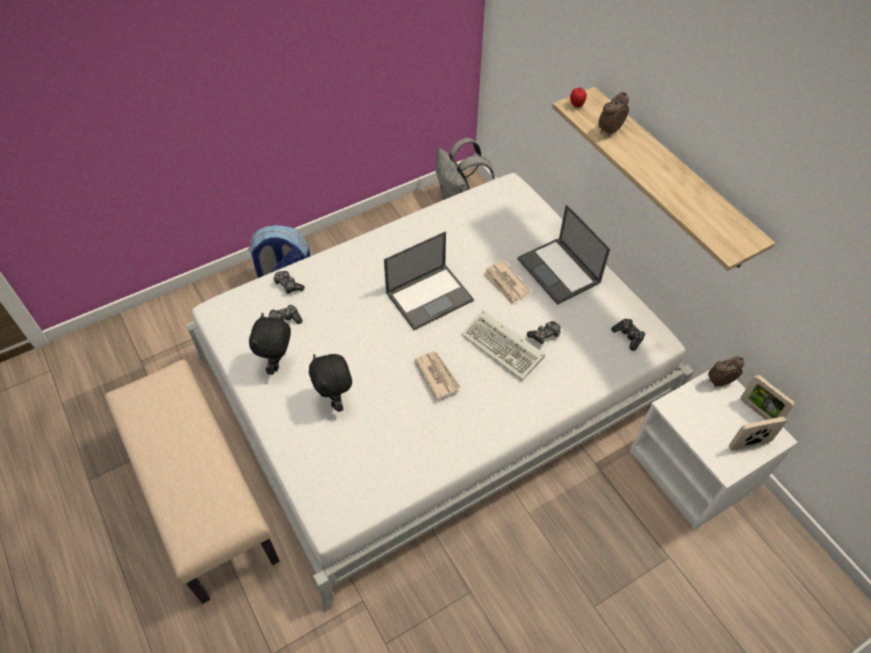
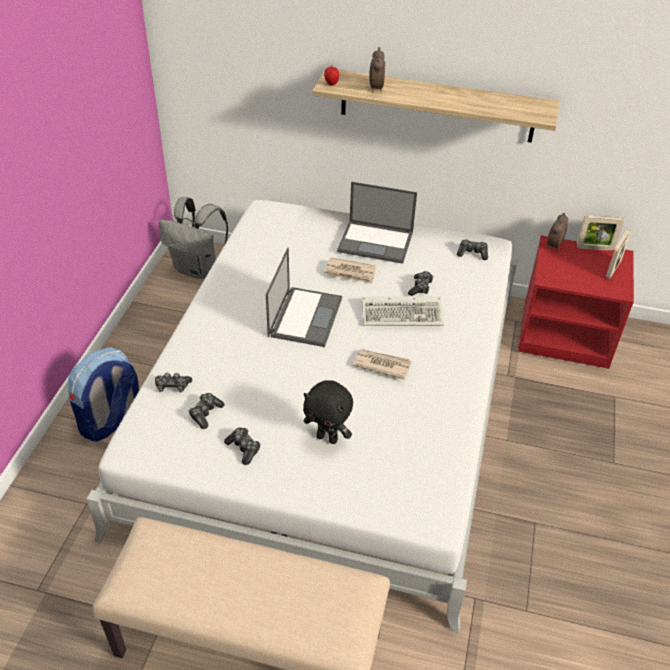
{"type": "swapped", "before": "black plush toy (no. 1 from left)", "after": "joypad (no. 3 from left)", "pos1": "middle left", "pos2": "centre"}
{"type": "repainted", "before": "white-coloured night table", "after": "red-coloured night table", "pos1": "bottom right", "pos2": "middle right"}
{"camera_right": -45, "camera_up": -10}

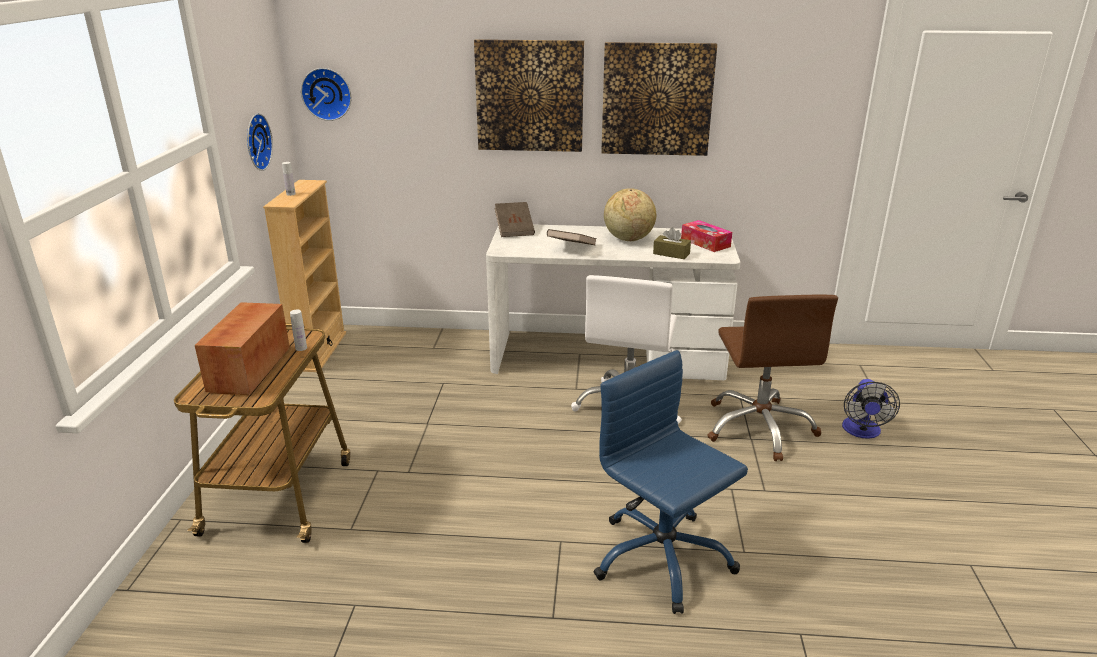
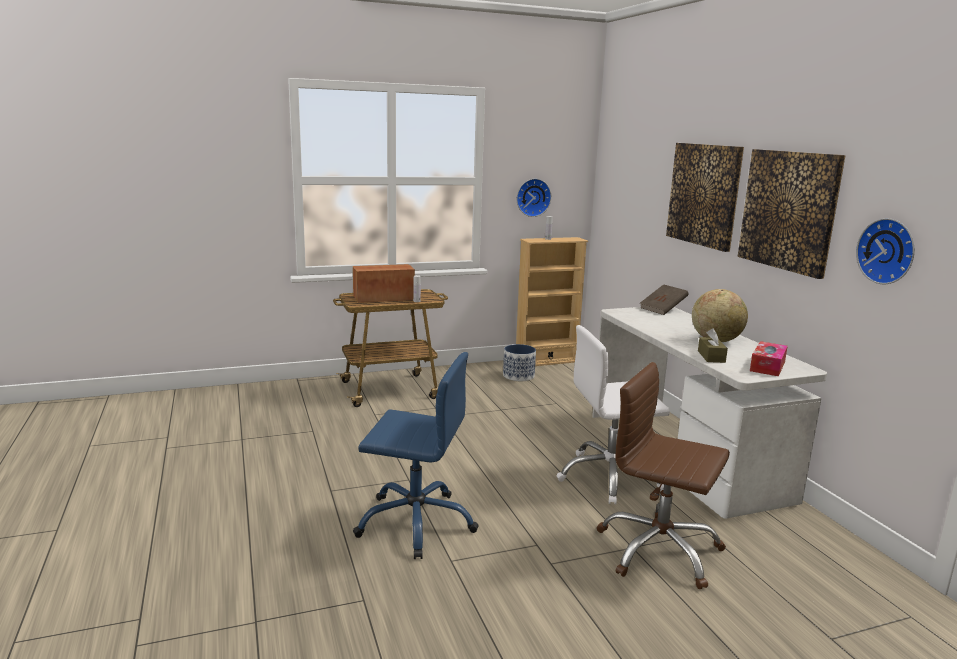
{"type": "shifted", "before": "hanging clock (no. 2 from left)", "pos1": "top left", "pos2": "middle right"}
{"type": "gone", "before": "brown-coloured book (no. 2 from left)", "pos1": "centre"}
{"type": "rotated", "before": "bluish desk chair", "pos1": "bottom centre", "pos2": "bottom centre", "turn": 75}
{"type": "rotated", "before": "brown-coloured desk chair", "pos1": "middle right", "pos2": "bottom right", "turn": 60}
{"type": "gone", "before": "fan", "pos1": "middle right"}
{"type": "new", "after": "planter", "pos2": "centre"}
{"camera_right": 65, "camera_up": -10}

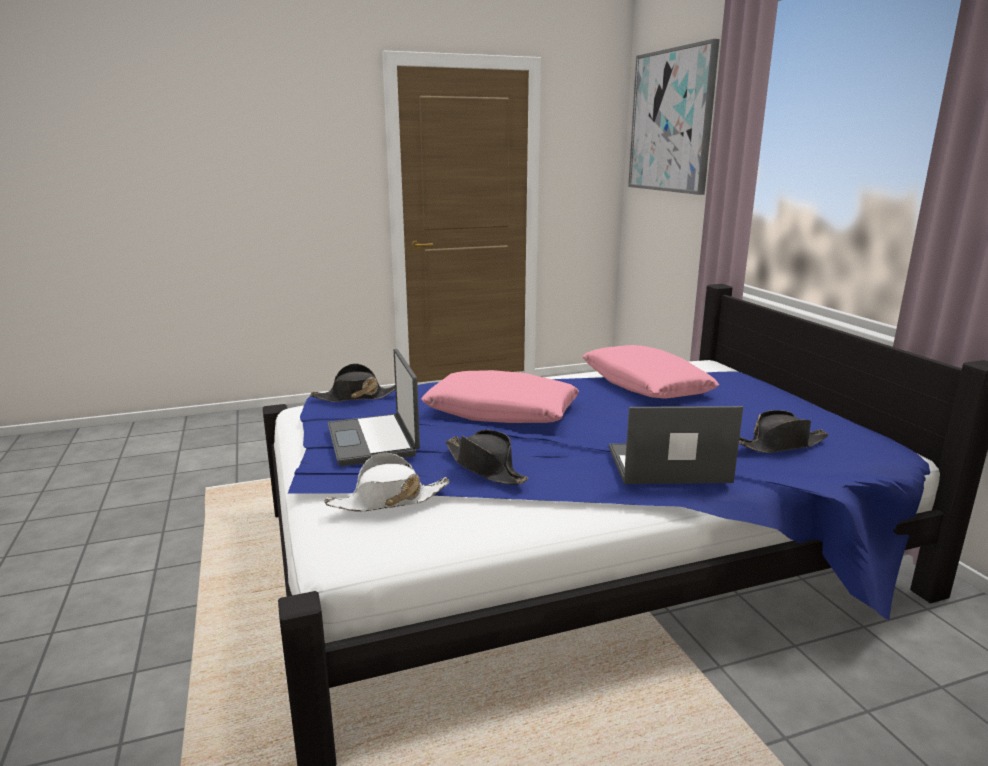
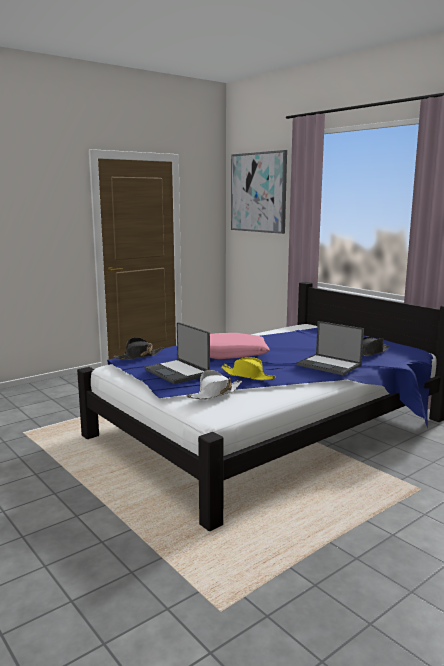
{"type": "repainted", "before": "black wearable hat (no. 2 from left)", "after": "yellowish wearable hat", "pos1": "centre", "pos2": "centre"}
{"type": "gone", "before": "pinkish cushion (no. 2 from left)", "pos1": "centre"}
{"type": "rotated", "before": "laptop (no. 2 from left)", "pos1": "middle right", "pos2": "middle right", "turn": -120}
{"camera_right": -20, "camera_up": -5}

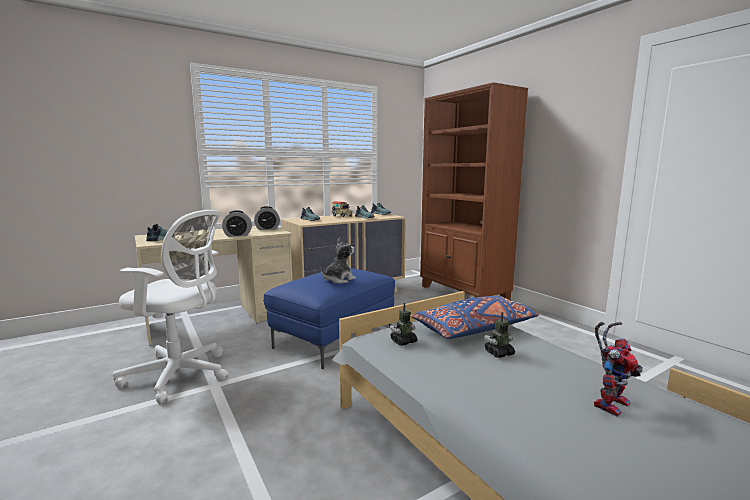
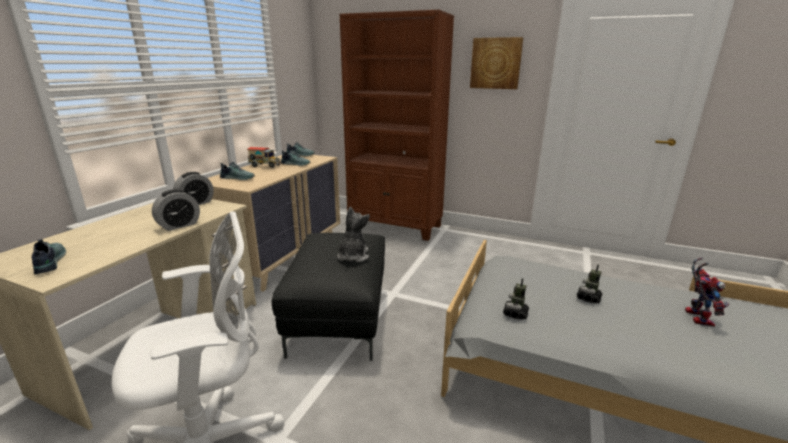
{"type": "repainted", "before": "bluish footrest", "after": "black footrest", "pos1": "centre", "pos2": "bottom centre"}
{"type": "gone", "before": "bluish cushion", "pos1": "centre"}
{"type": "new", "after": "wall picture", "pos2": "top centre"}
{"camera_right": -35, "camera_up": 10}

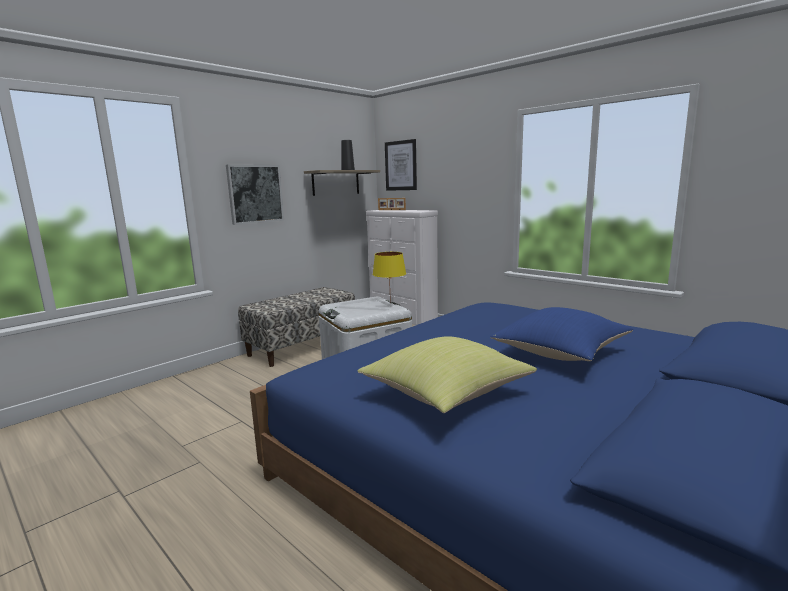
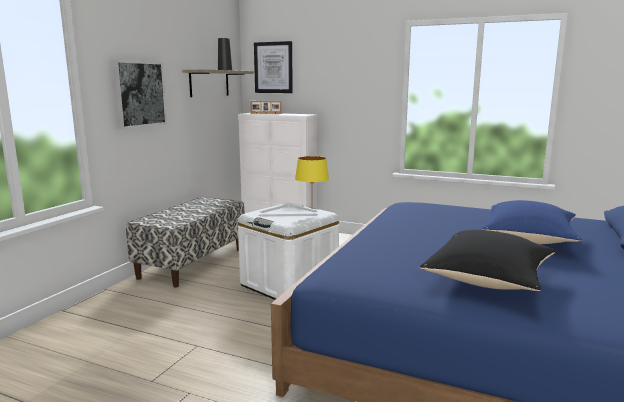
{"type": "repainted", "before": "yellowish cushion", "after": "black cushion", "pos1": "centre", "pos2": "middle right"}
{"camera_right": -20, "camera_up": 0}

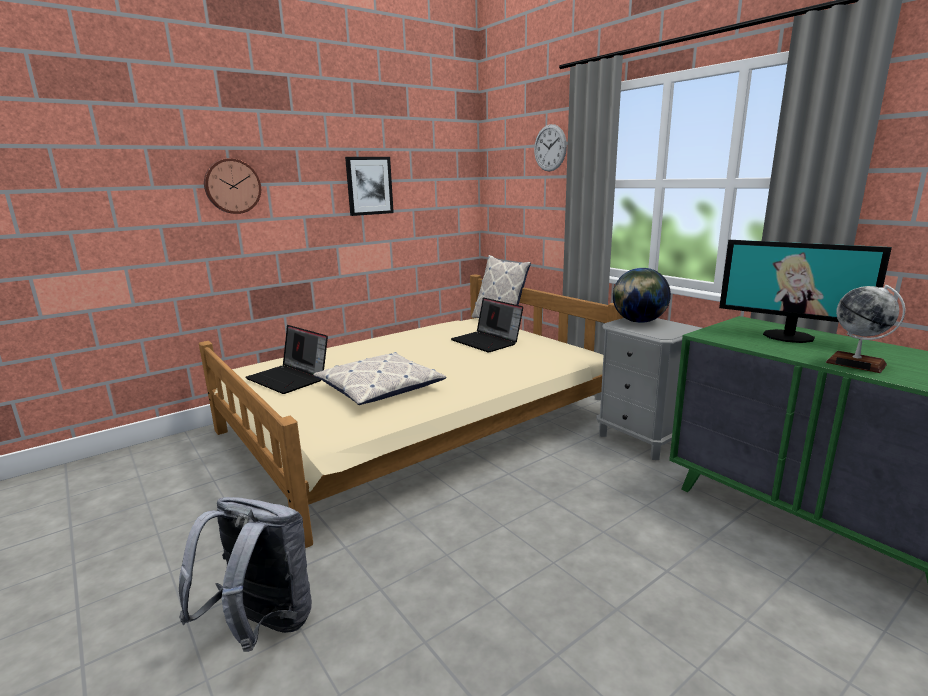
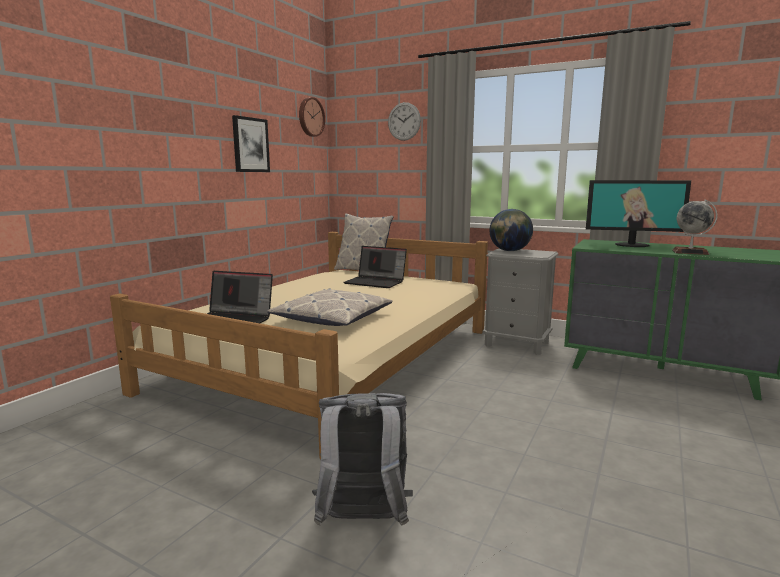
{"type": "shifted", "before": "hanging clock (no. 1 from left)", "pos1": "top left", "pos2": "top centre"}
{"camera_right": -25, "camera_up": -5}

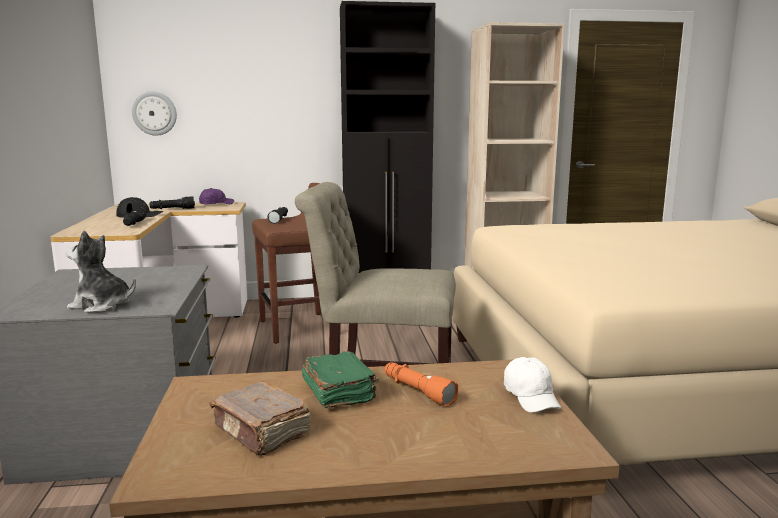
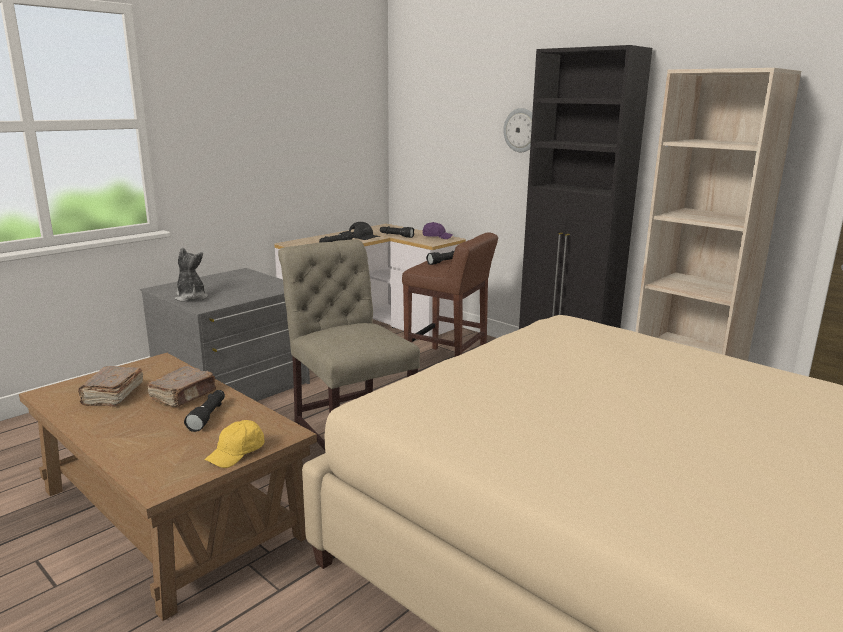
{"type": "shifted", "before": "hanging clock", "pos1": "top left", "pos2": "top centre"}
{"type": "repainted", "before": "green book", "after": "brown-coloured book (no. 2 from left)", "pos1": "bottom centre", "pos2": "middle left"}
{"type": "repainted", "before": "orange flashlight", "after": "black flashlight (no. 1 from left)", "pos1": "bottom centre", "pos2": "middle left"}
{"type": "repainted", "before": "white-coloured peaked cap", "after": "yellowish peaked cap", "pos1": "bottom right", "pos2": "bottom left"}
{"camera_right": 50, "camera_up": 5}

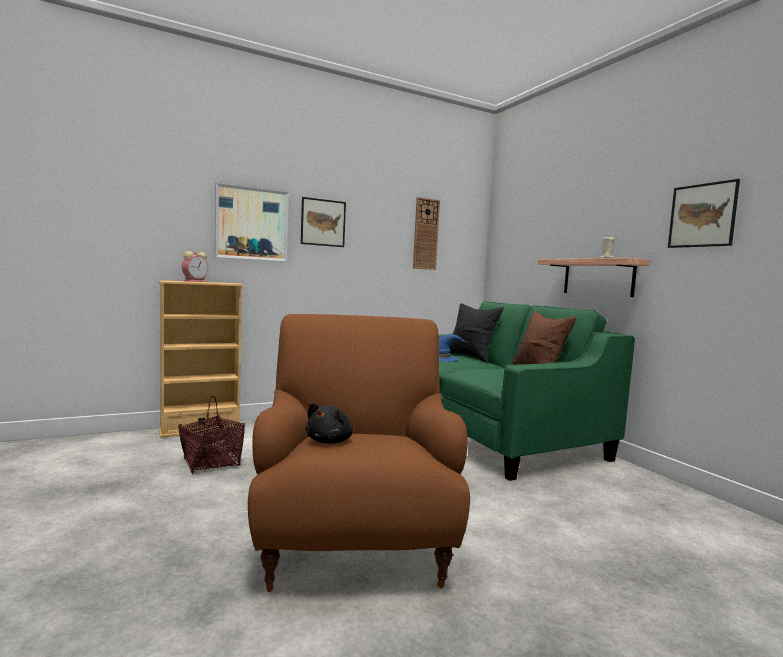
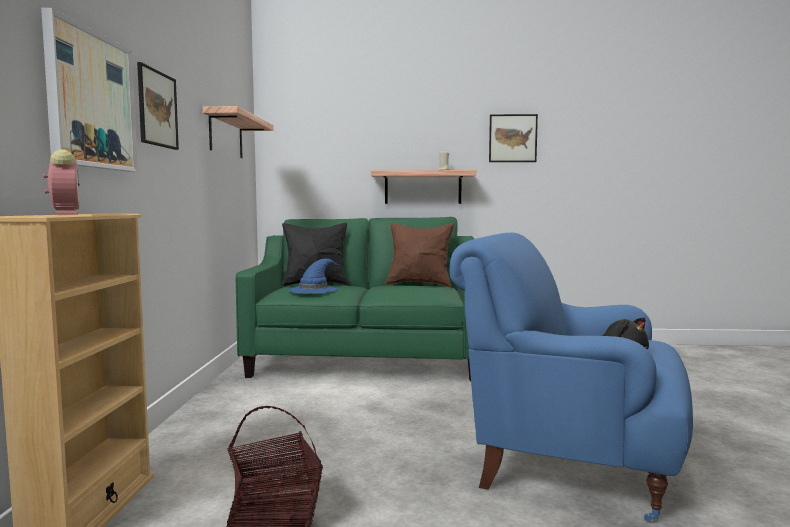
{"type": "repainted", "before": "brown-coloured armchair", "after": "bluish armchair", "pos1": "bottom centre", "pos2": "bottom right"}
{"type": "swapped", "before": "hanging clock", "after": "wall shelf (no. 1 from left)", "pos1": "centre", "pos2": "top left"}
{"camera_right": -60, "camera_up": 0}

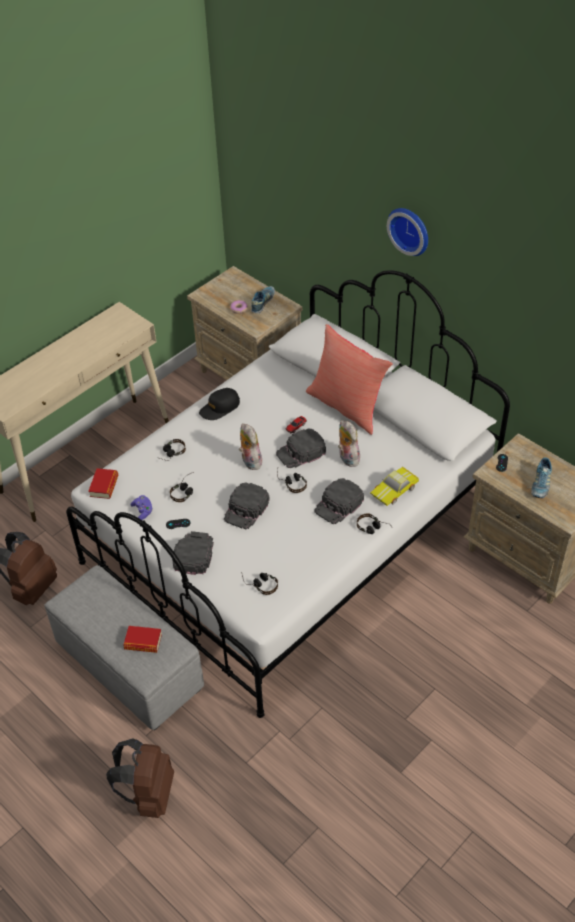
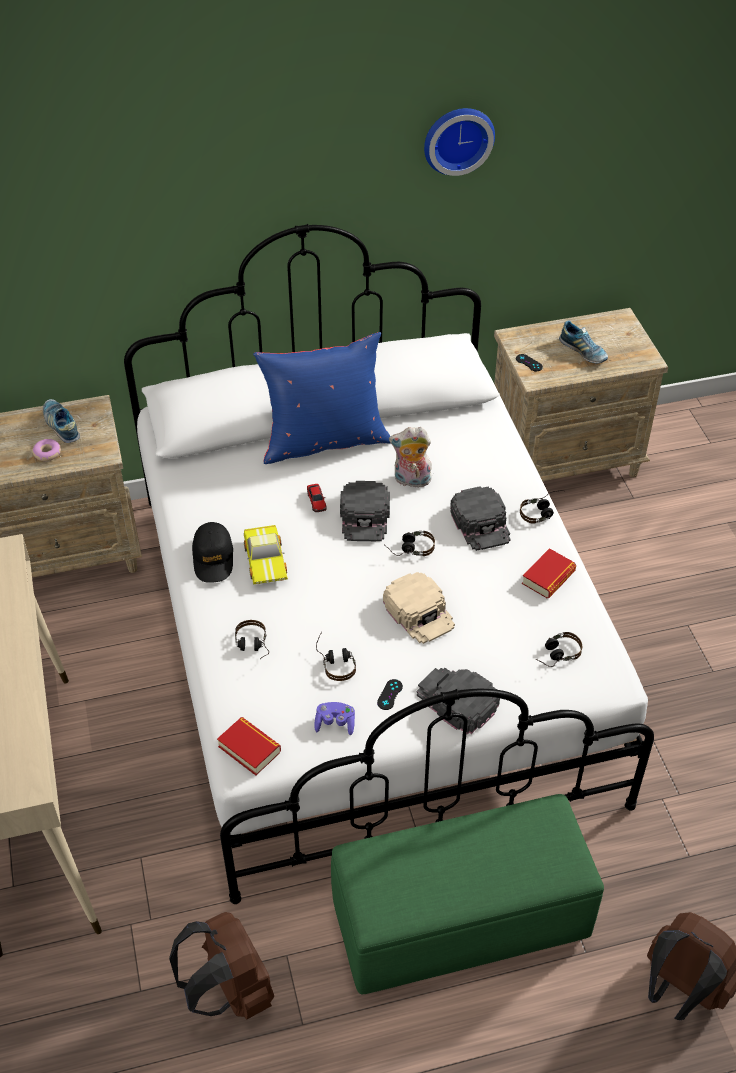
{"type": "repainted", "before": "greyish footrest", "after": "green footrest", "pos1": "bottom left", "pos2": "bottom centre"}
{"type": "shifted", "before": "book (no. 2 from left)", "pos1": "bottom left", "pos2": "middle right"}
{"type": "repainted", "before": "black peaked cap (no. 3 from left)", "after": "sand-coloured peaked cap", "pos1": "centre", "pos2": "centre"}
{"type": "gone", "before": "plush toy (no. 1 from left)", "pos1": "centre"}
{"type": "repainted", "before": "red-coloured cushion", "after": "bluish cushion", "pos1": "centre", "pos2": "centre"}
{"type": "shifted", "before": "toy car (no. 2 from left in the first image)", "after": "toy car (no. 1 from left)", "pos1": "middle right", "pos2": "centre"}
{"type": "shifted", "before": "hanging clock", "pos1": "top right", "pos2": "top centre"}
{"camera_right": -60, "camera_up": 0}

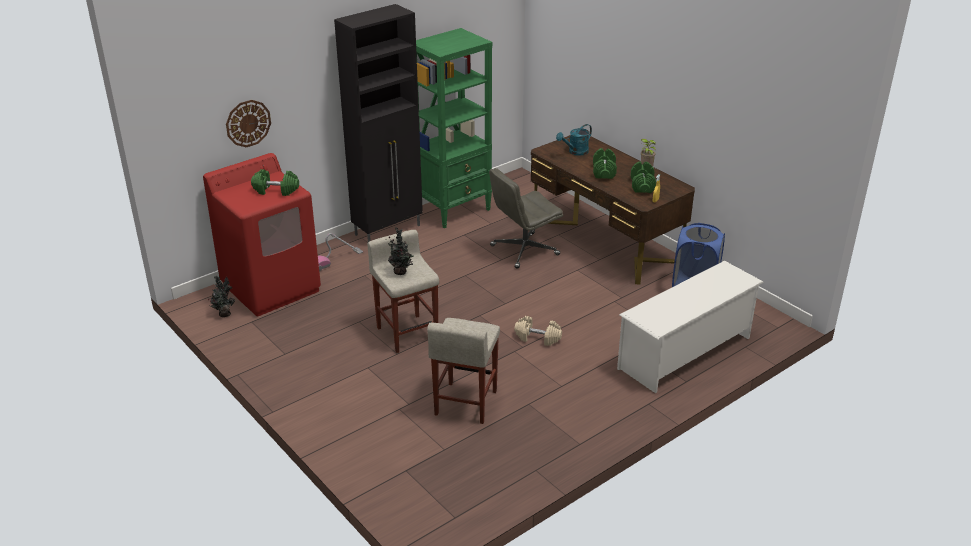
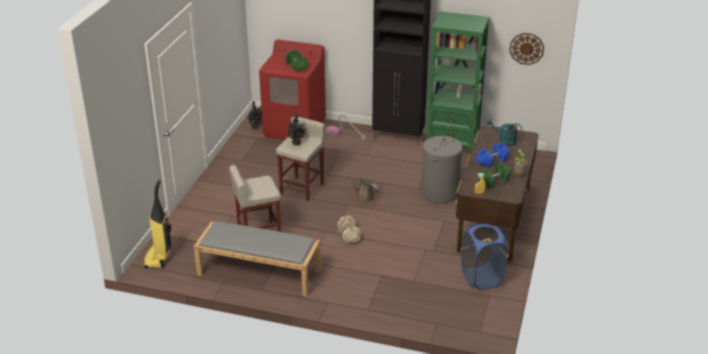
{"type": "shifted", "before": "hanging clock", "pos1": "top left", "pos2": "top right"}
{"type": "swapped", "before": "greyish desk chair", "after": "greyish hamper", "pos1": "centre", "pos2": "centre"}
{"type": "repainted", "before": "green dumbbell (no. 2 from left)", "after": "bluish dumbbell", "pos1": "top centre", "pos2": "middle right"}
{"type": "gone", "before": "white-coloured shoe rack", "pos1": "middle right"}
{"type": "new", "after": "hoover (no. 1 from left)", "pos2": "middle left"}
{"type": "new", "after": "greyish bench", "pos2": "bottom centre"}
{"type": "new", "after": "brown-coloured sprinkling can", "pos2": "centre"}
{"camera_right": 55, "camera_up": 0}

